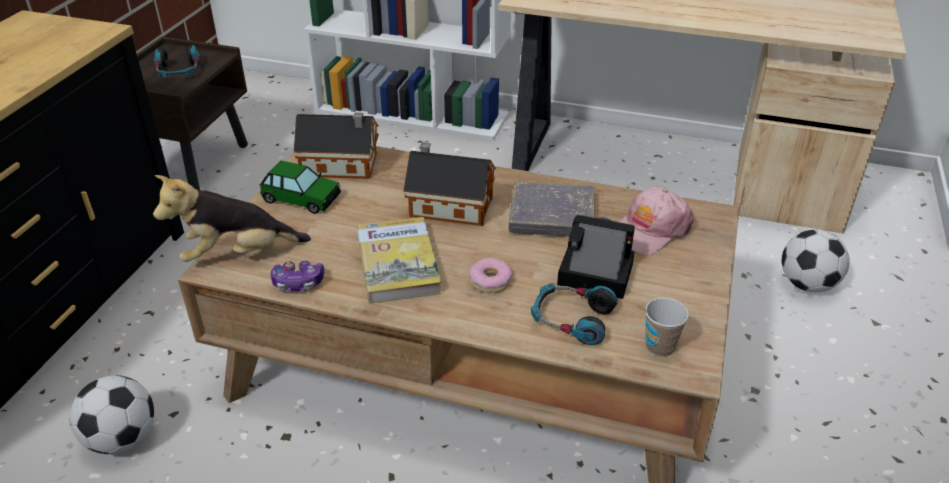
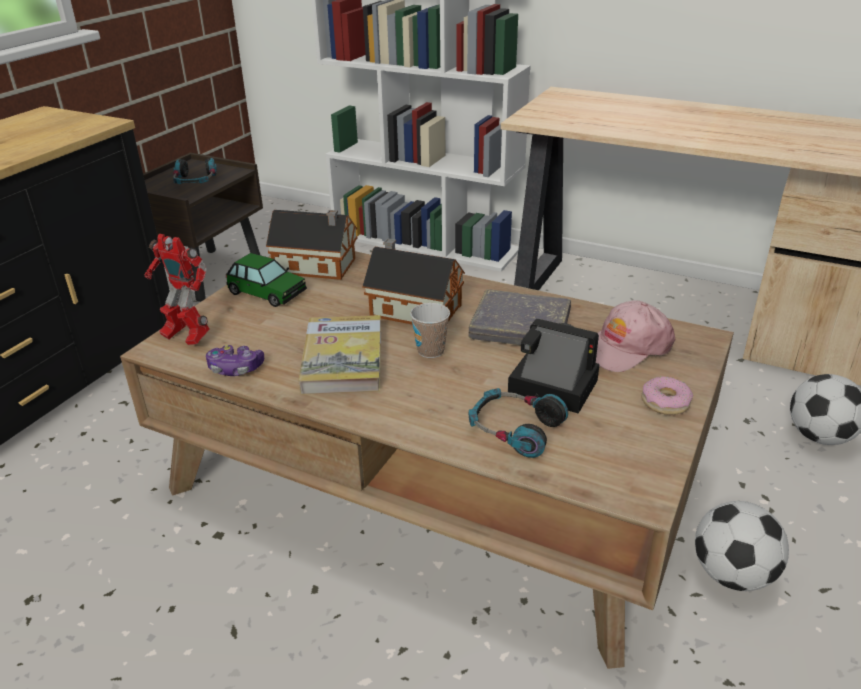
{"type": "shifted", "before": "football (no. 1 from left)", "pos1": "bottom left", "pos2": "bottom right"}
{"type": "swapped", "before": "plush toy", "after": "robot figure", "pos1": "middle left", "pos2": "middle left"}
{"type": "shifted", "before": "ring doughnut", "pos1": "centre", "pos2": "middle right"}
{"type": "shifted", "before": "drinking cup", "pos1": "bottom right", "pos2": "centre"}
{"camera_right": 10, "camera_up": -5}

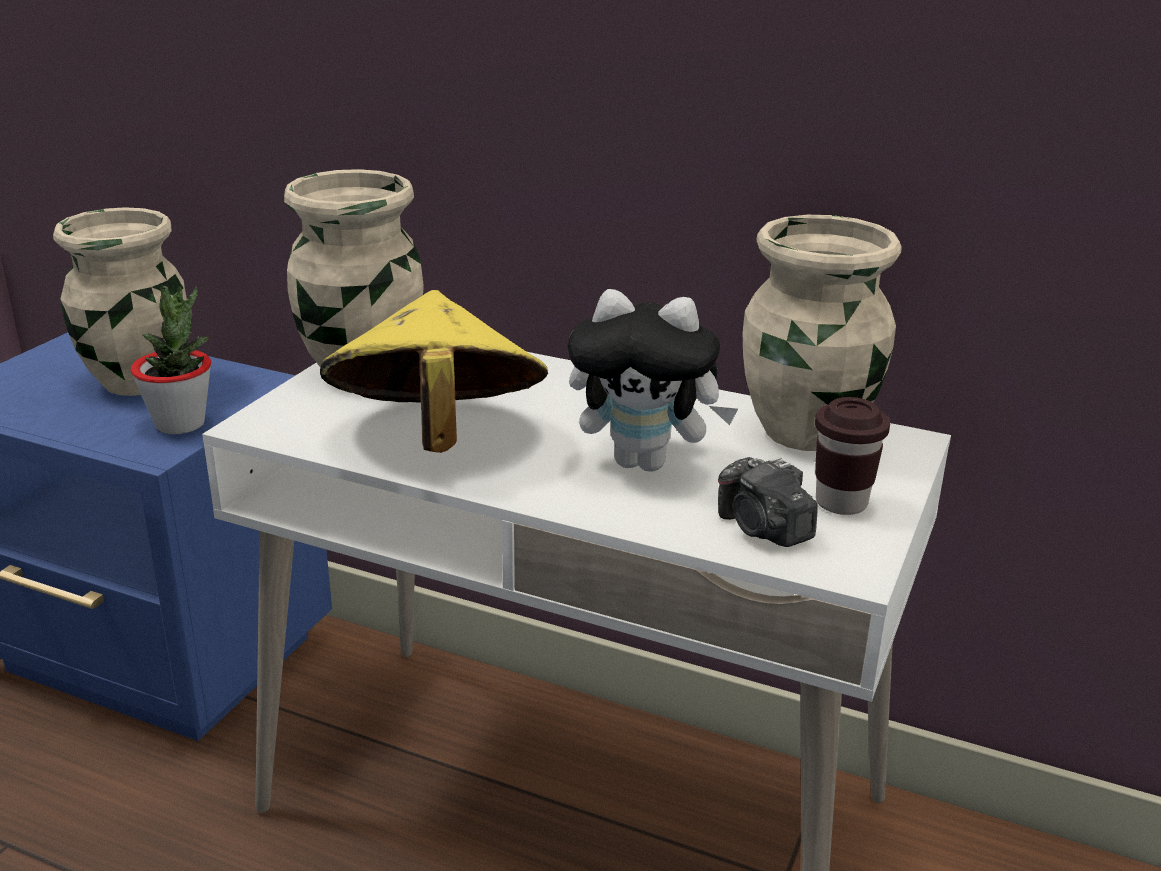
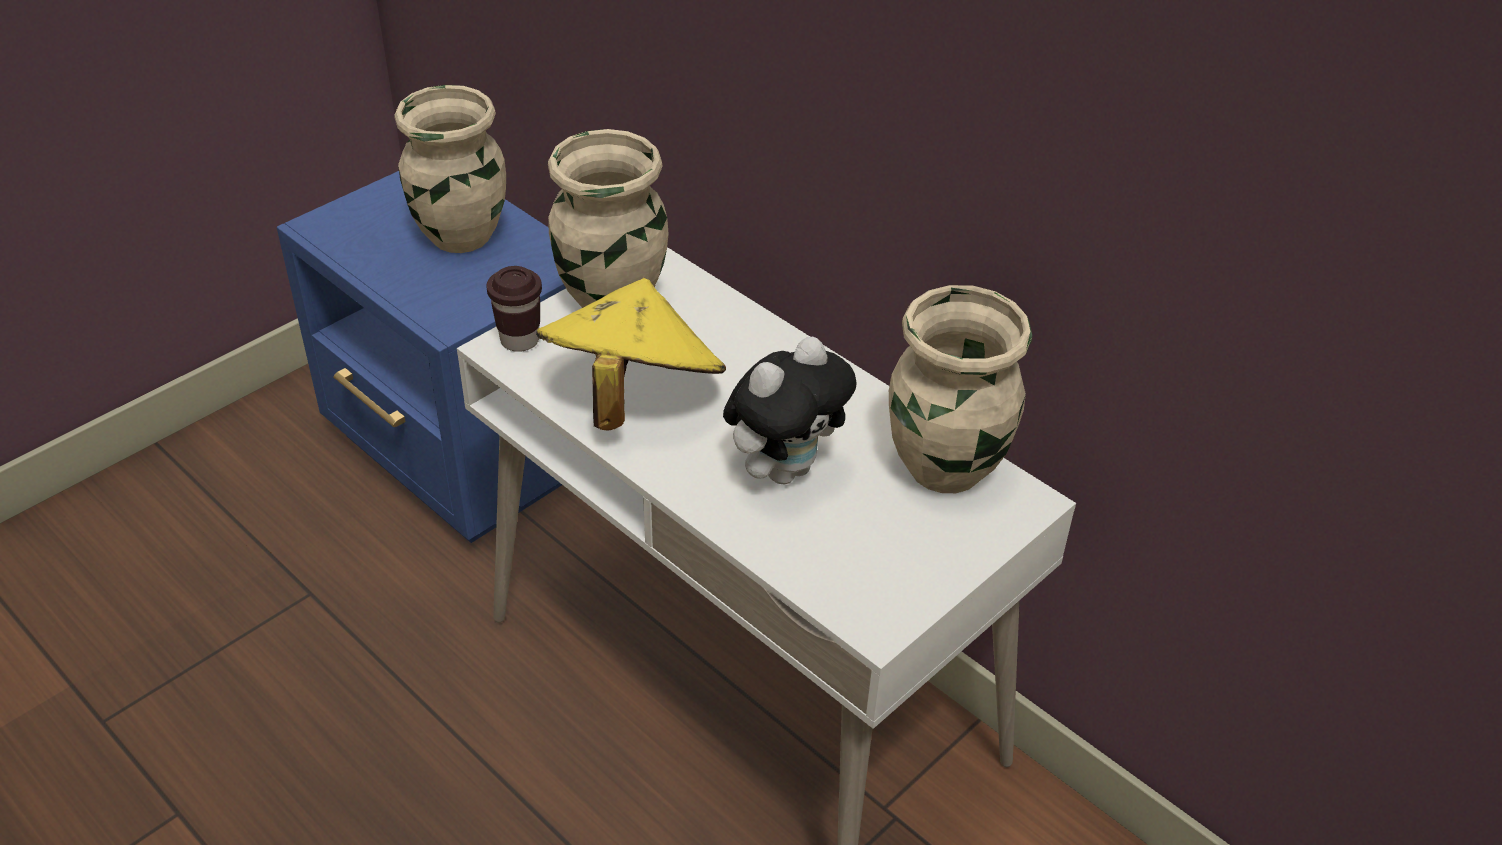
{"type": "gone", "before": "potted plant", "pos1": "middle left"}
{"type": "rotated", "before": "plush toy", "pos1": "centre", "pos2": "centre", "turn": -75}
{"type": "gone", "before": "still camera", "pos1": "centre"}
{"type": "shifted", "before": "brown-coloured drinking cup", "pos1": "middle right", "pos2": "centre"}
{"camera_right": 20, "camera_up": 15}

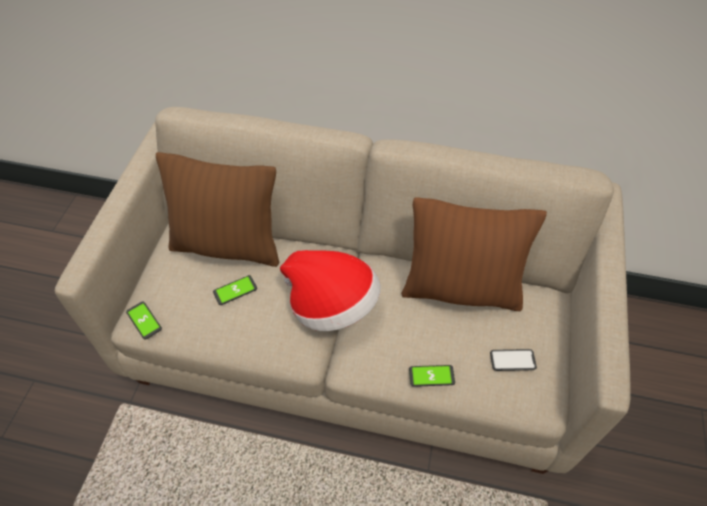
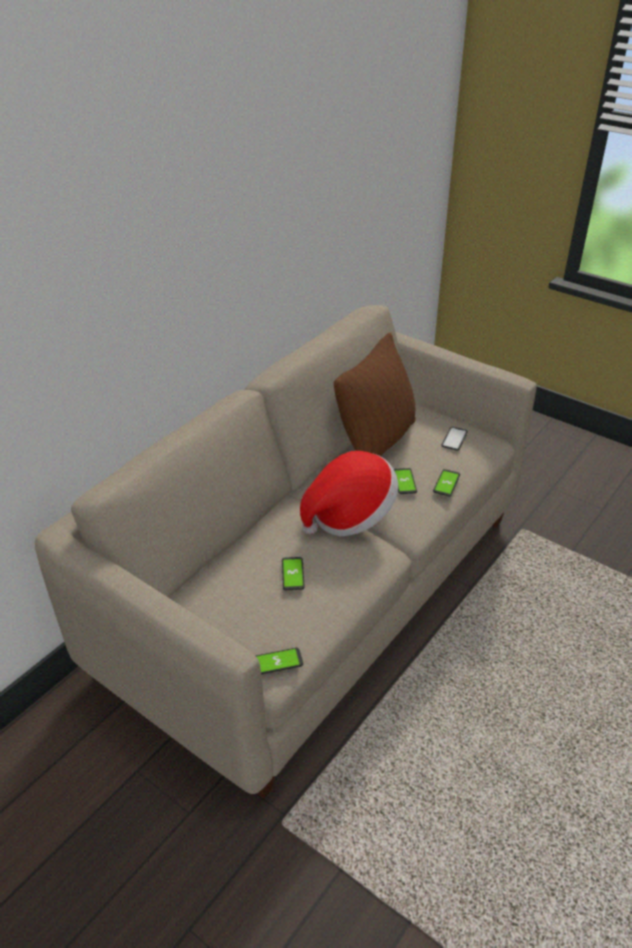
{"type": "gone", "before": "brown-coloured cushion (no. 1 from left)", "pos1": "middle left"}
{"type": "new", "after": "phone (no. 3 from left)", "pos2": "centre"}
{"camera_right": -65, "camera_up": -15}

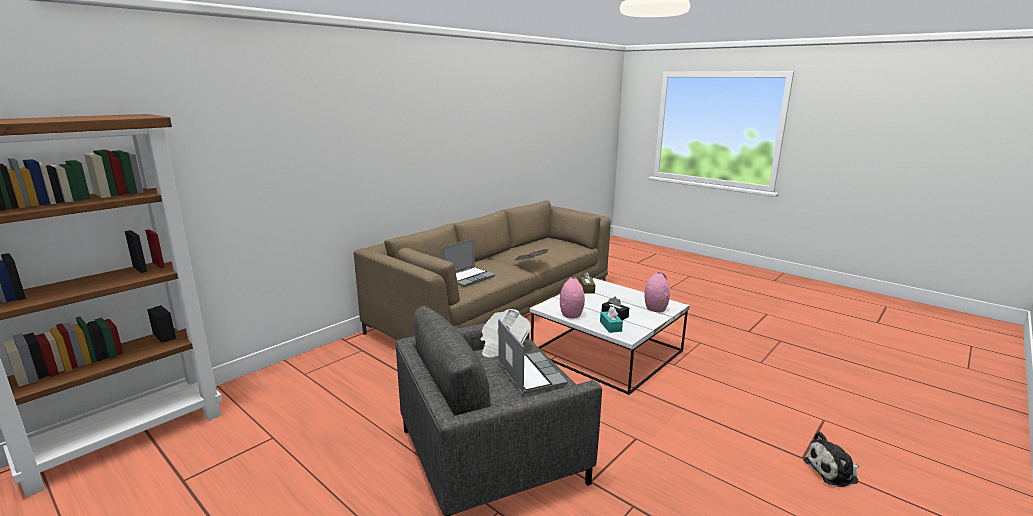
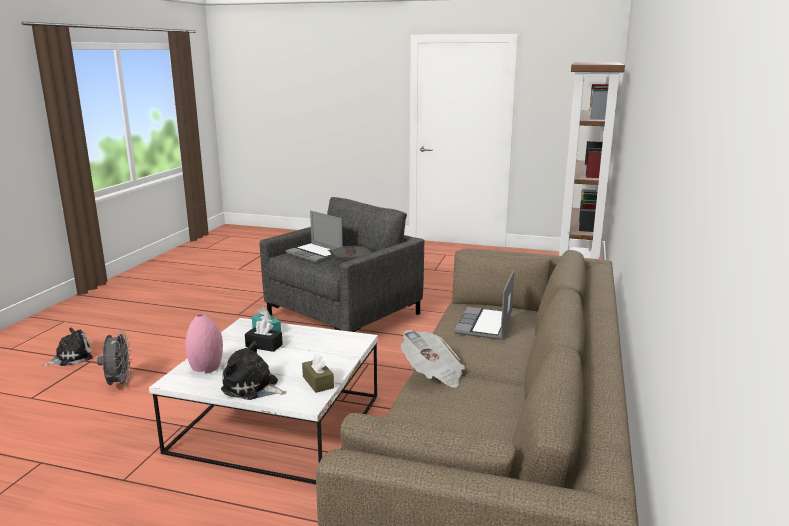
{"type": "gone", "before": "pinkish flower vase (no. 1 from left)", "pos1": "centre"}
{"type": "new", "after": "greyish fan", "pos2": "bottom left"}
{"type": "new", "after": "plush toy (no. 2 from left)", "pos2": "bottom left"}
{"camera_right": 155, "camera_up": 0}

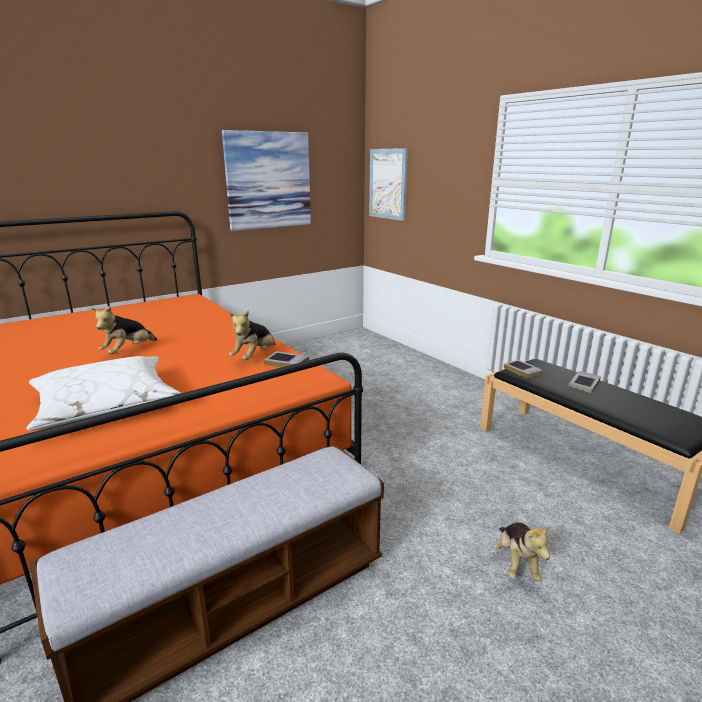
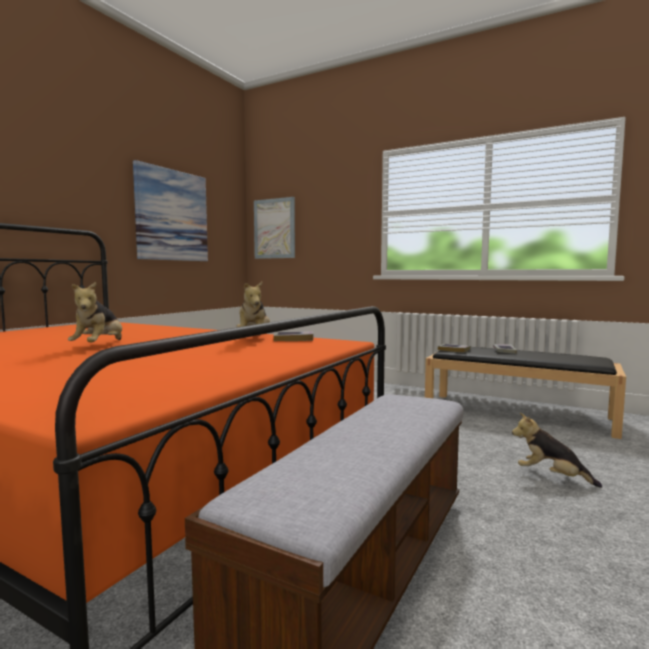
{"type": "gone", "before": "white-coloured cushion", "pos1": "middle left"}
{"type": "rotated", "before": "plush toy (no. 3 from left)", "pos1": "bottom right", "pos2": "bottom right", "turn": 150}
{"camera_right": -25, "camera_up": -15}

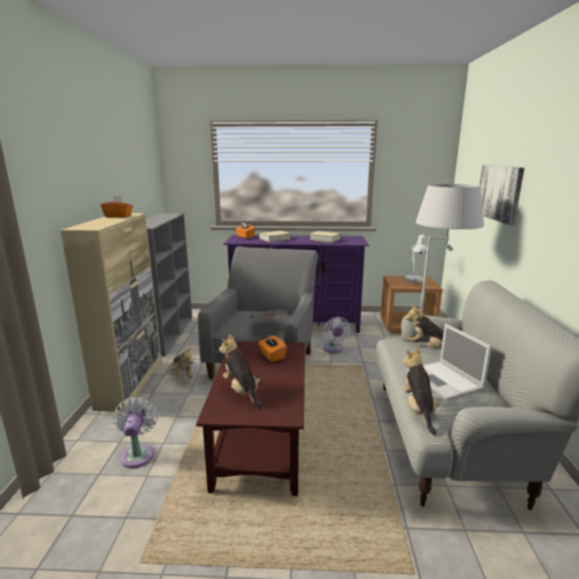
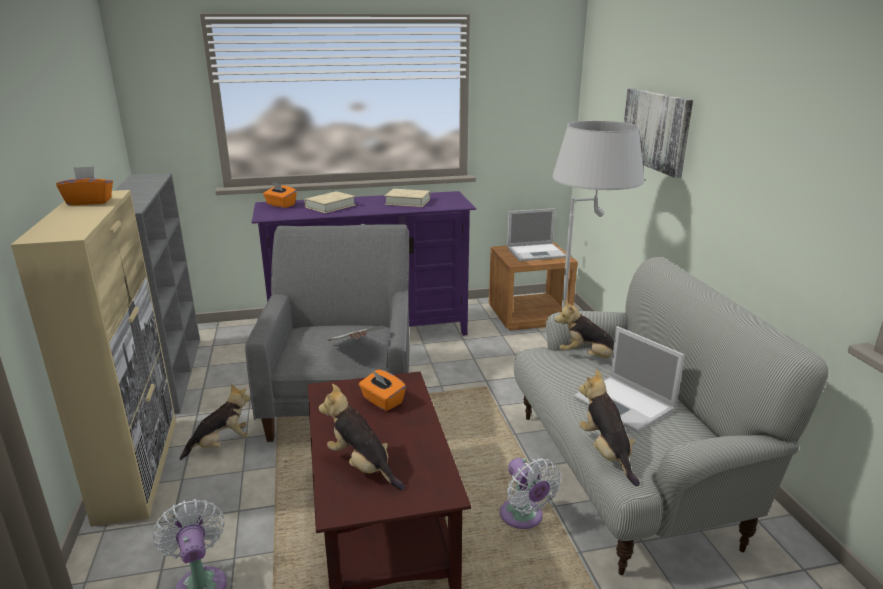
{"type": "rotated", "before": "plush toy (no. 1 from left)", "pos1": "middle left", "pos2": "bottom left", "turn": -75}
{"type": "shifted", "before": "white-coloured fan (no. 2 from left)", "pos1": "centre", "pos2": "bottom centre"}
{"type": "swapped", "before": "white-coloured table lamp", "after": "laptop (no. 1 from left)", "pos1": "middle right", "pos2": "centre"}
{"camera_right": -15, "camera_up": 5}

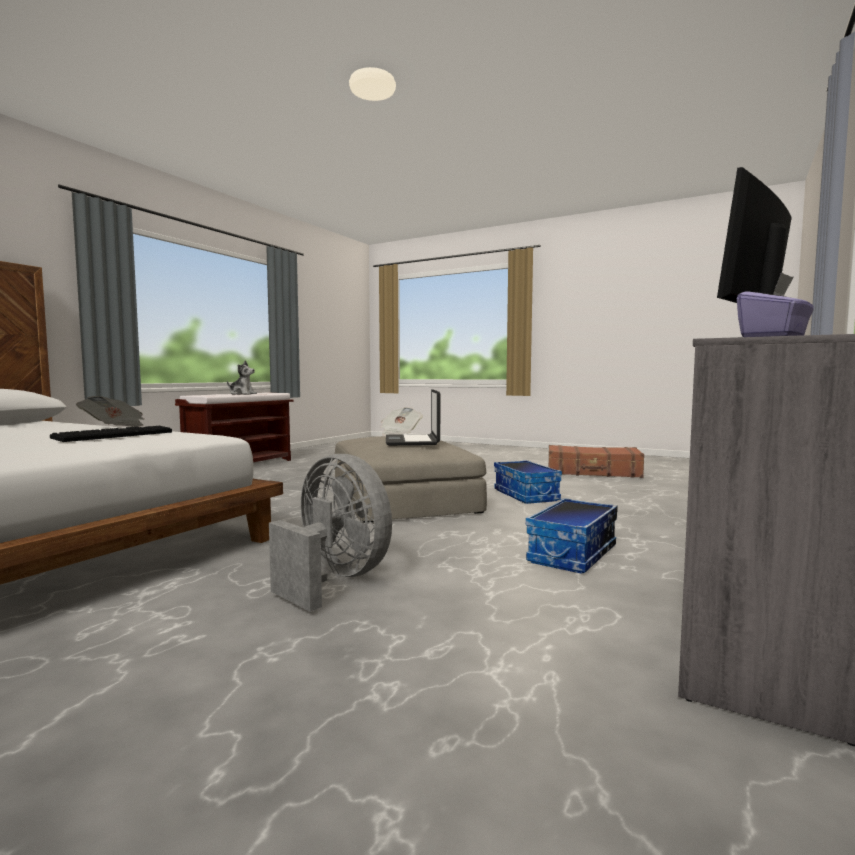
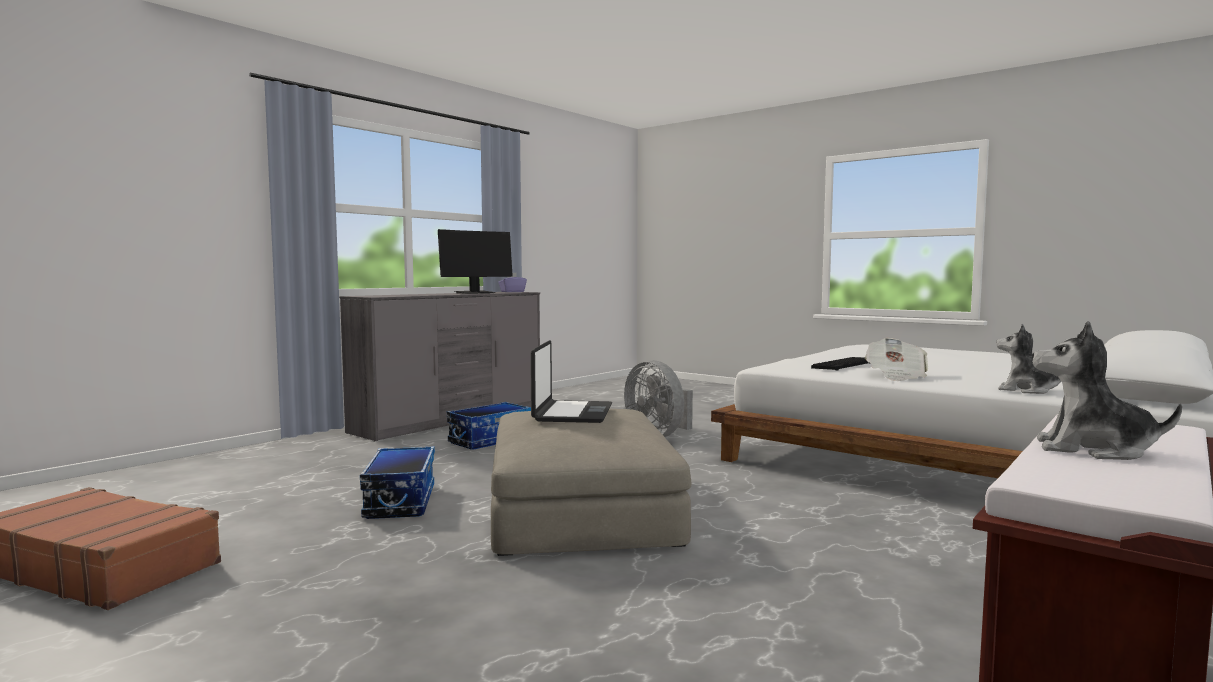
{"type": "gone", "before": "daily paper (no. 2 from left)", "pos1": "centre"}
{"type": "new", "after": "plush toy (no. 1 from left)", "pos2": "middle right"}
{"camera_right": -170, "camera_up": 0}

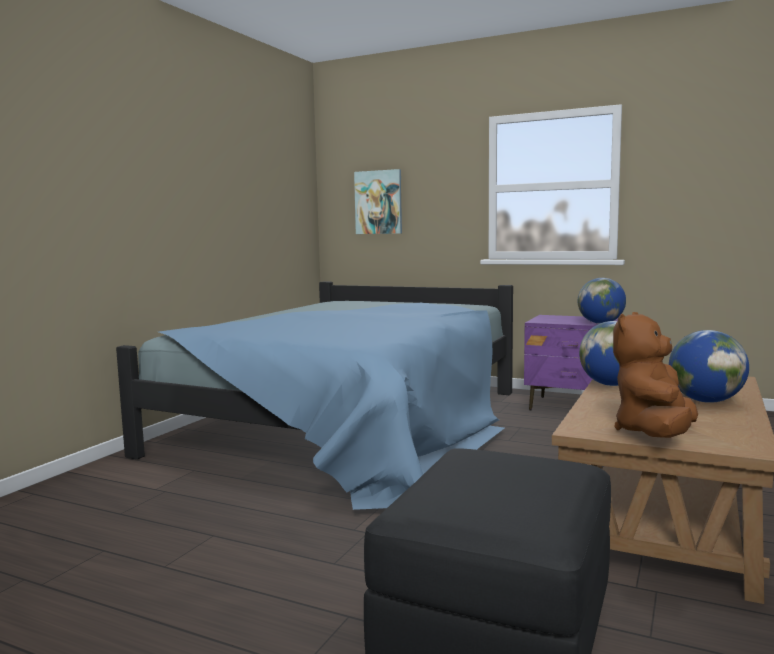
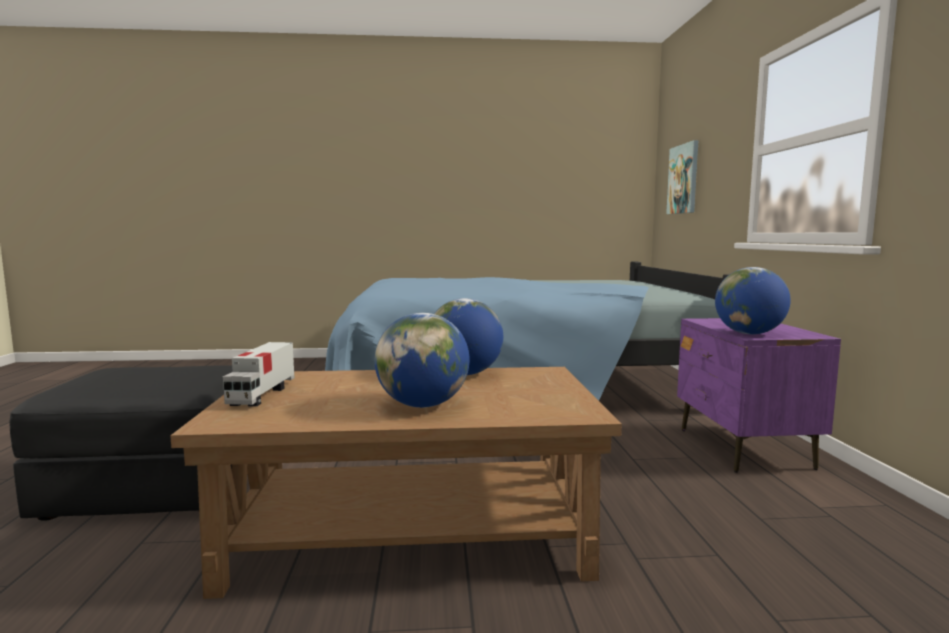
{"type": "swapped", "before": "brown-coloured plush toy", "after": "model truck", "pos1": "middle right", "pos2": "middle left"}
{"camera_right": 60, "camera_up": 0}

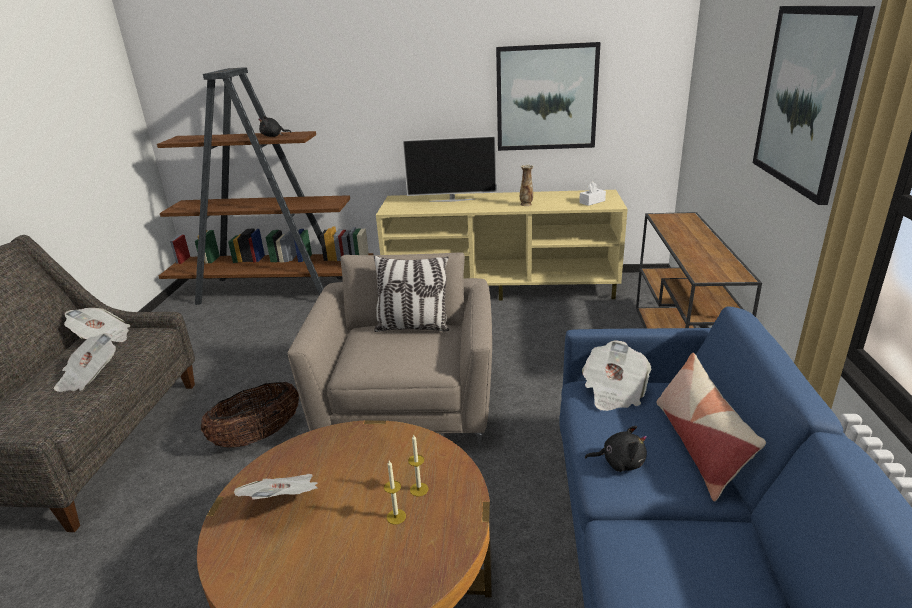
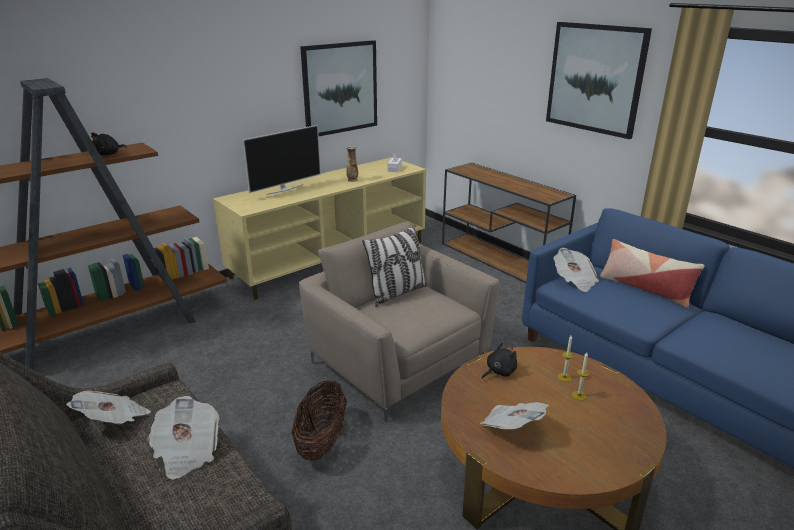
{"type": "shifted", "before": "black plush toy (no. 2 from left)", "pos1": "bottom right", "pos2": "bottom centre"}
{"camera_right": -45, "camera_up": 0}

